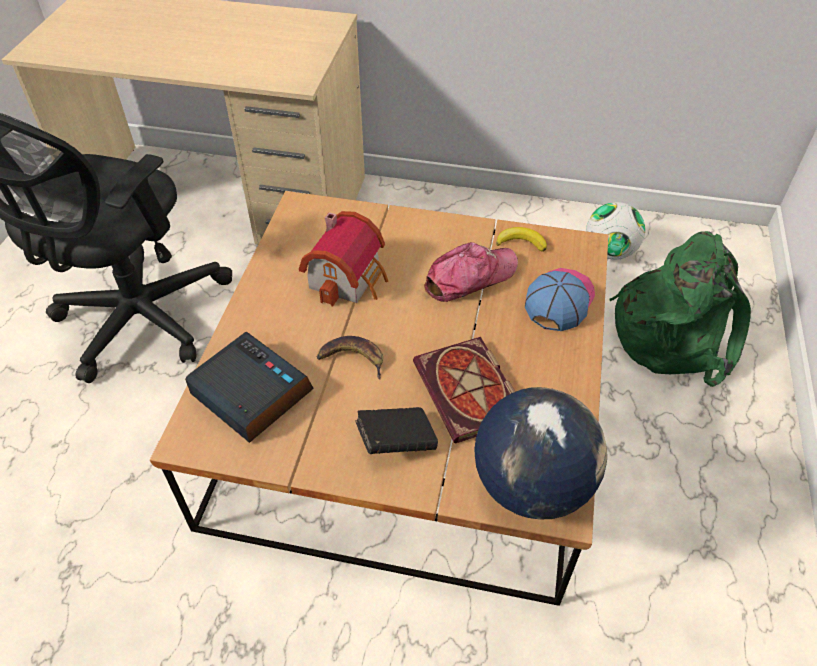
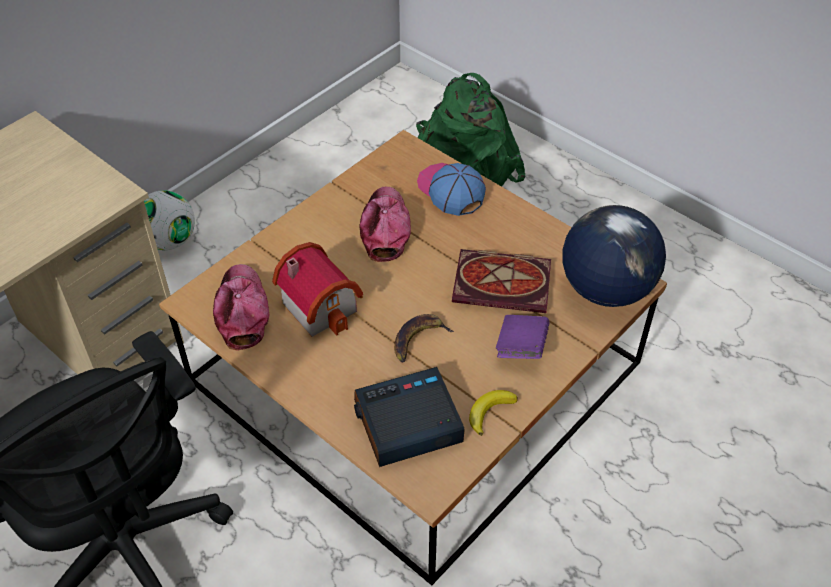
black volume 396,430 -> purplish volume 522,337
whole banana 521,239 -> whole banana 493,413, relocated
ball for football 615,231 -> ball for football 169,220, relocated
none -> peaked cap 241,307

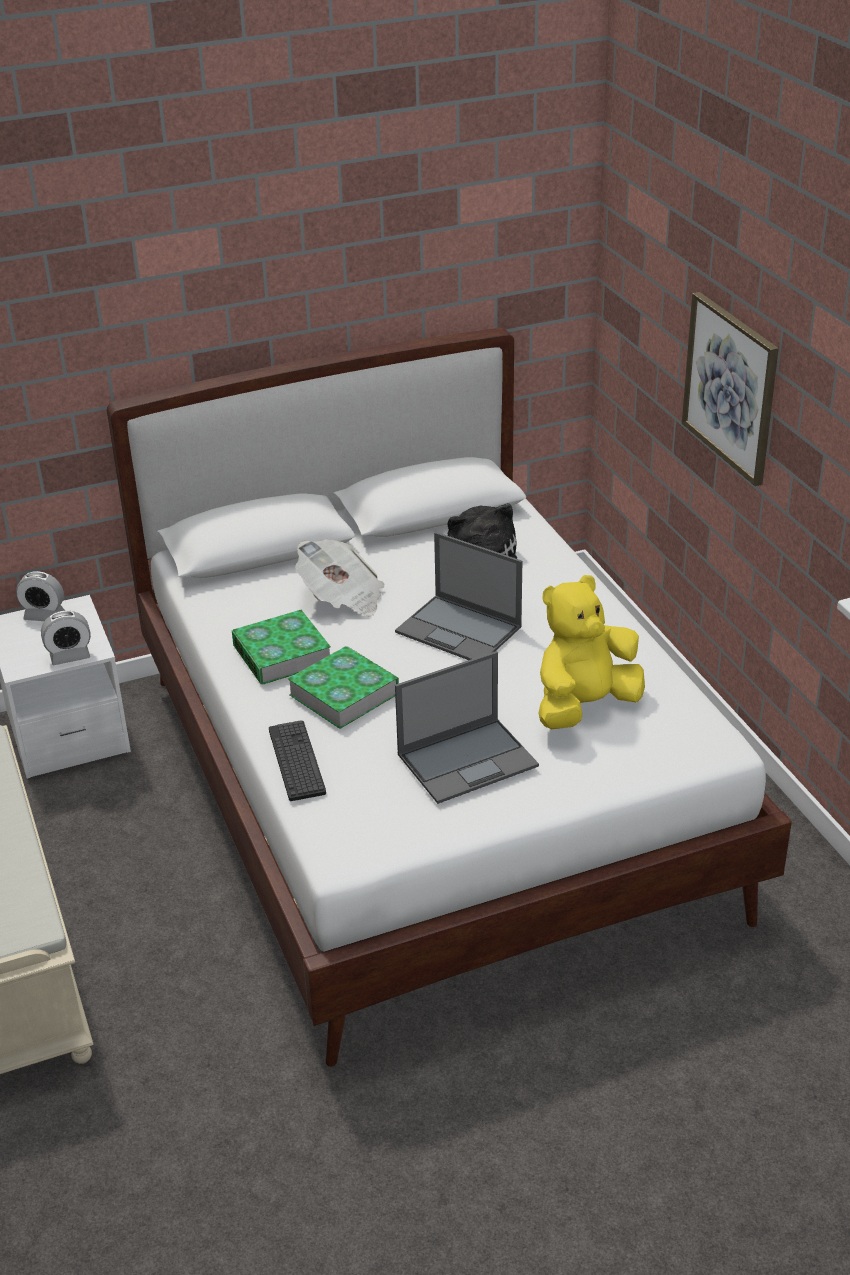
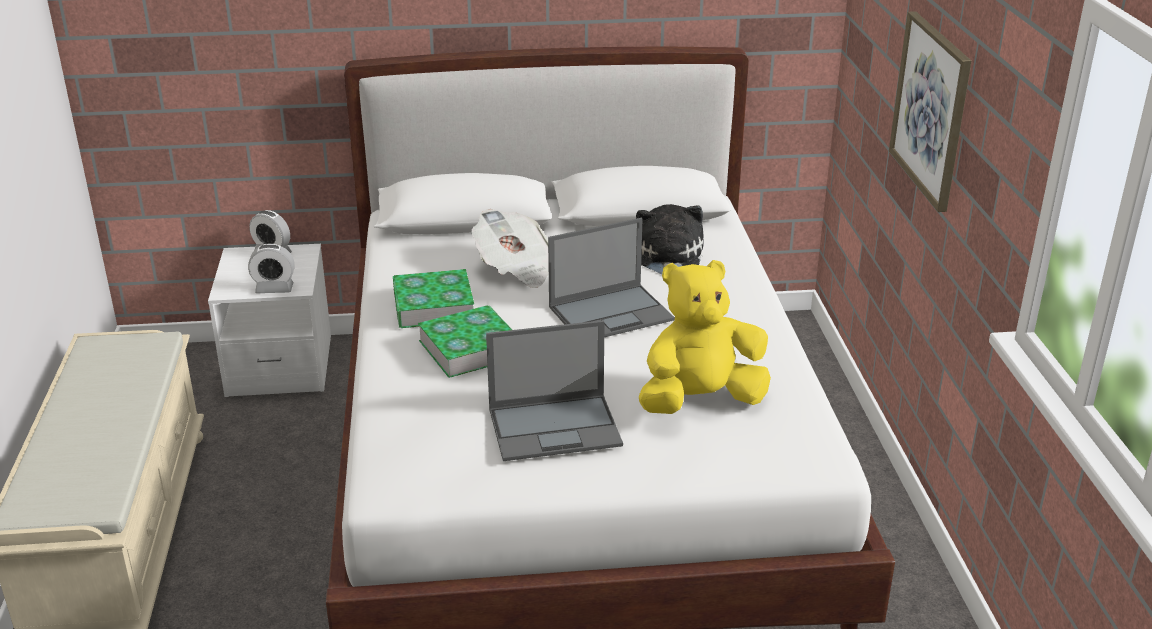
computer keyboard 297,760 -> none
laptop 458,596 -> laptop 611,277, 75 degrees counterclockwise

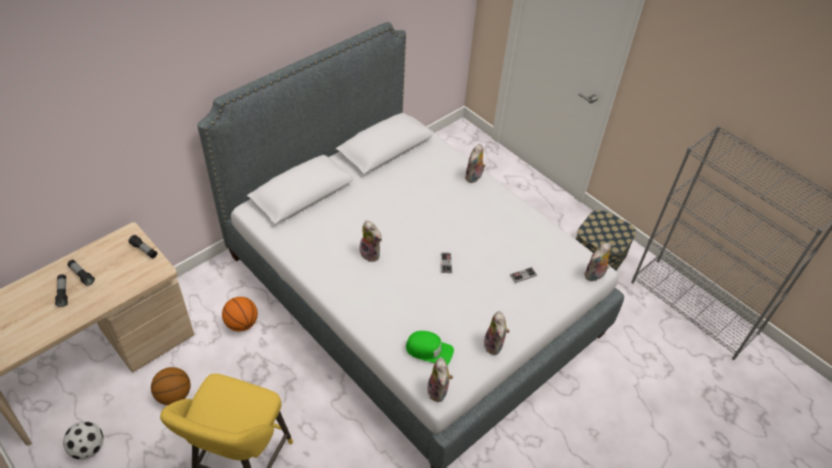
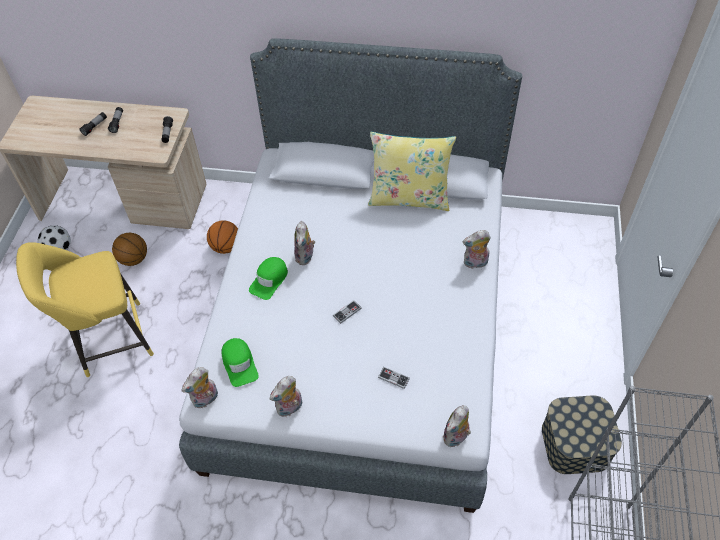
plush toy 597,262 -> plush toy 457,426, 60 degrees counterclockwise
none -> greenish peaked cap 268,278
none -> yellow pillow 412,171

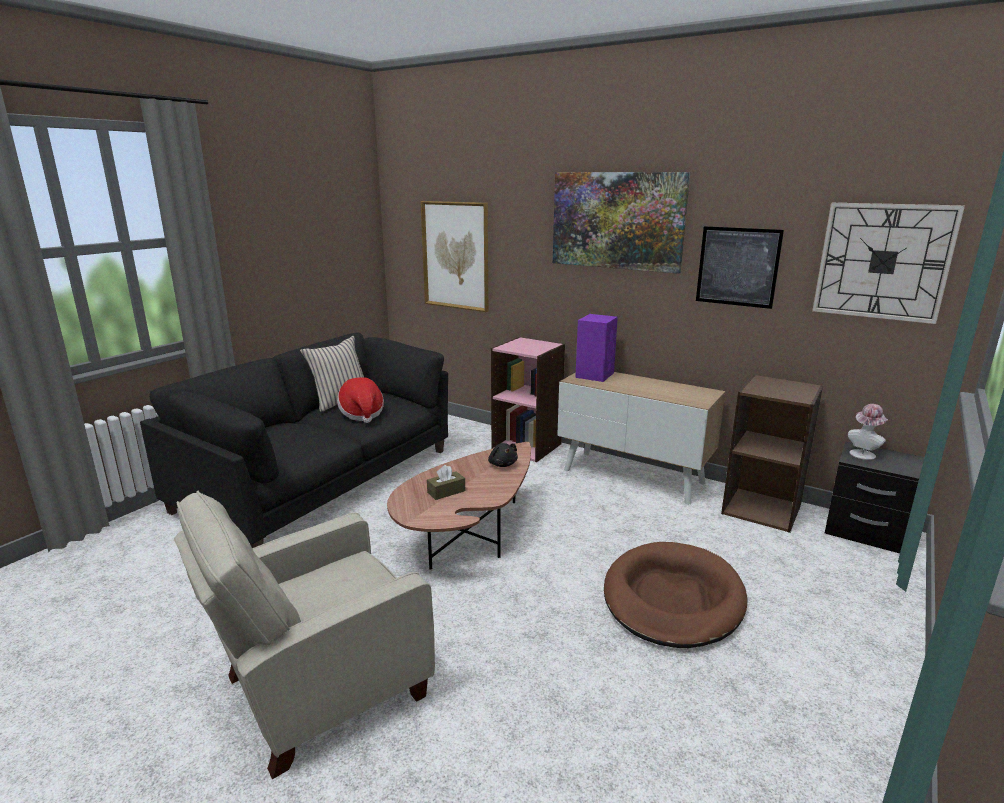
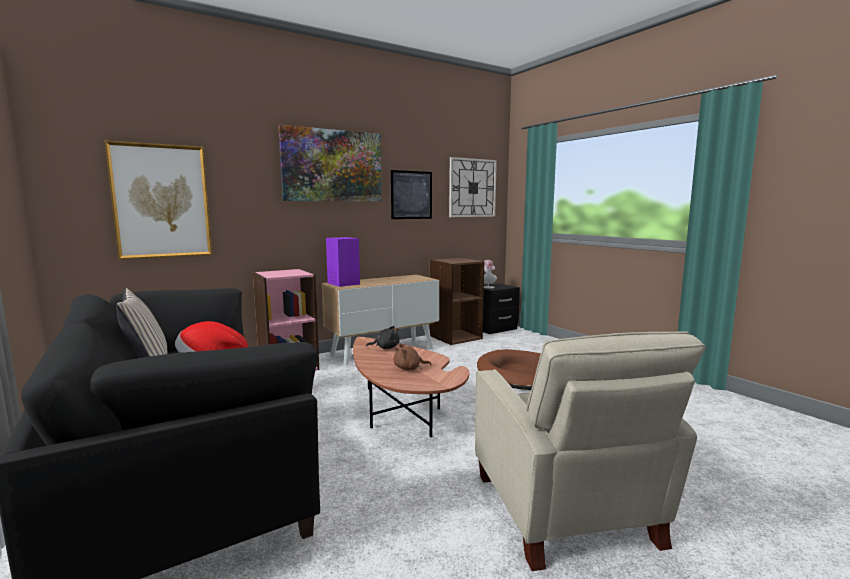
brown tissue box 446,482 -> brown plush toy 413,356

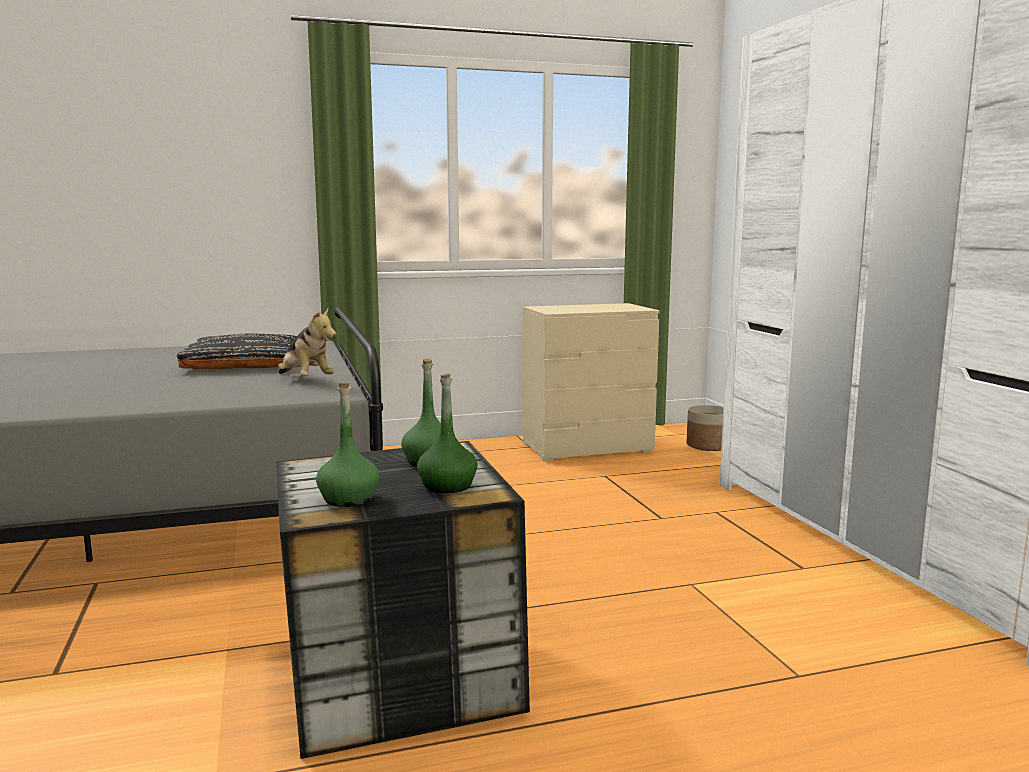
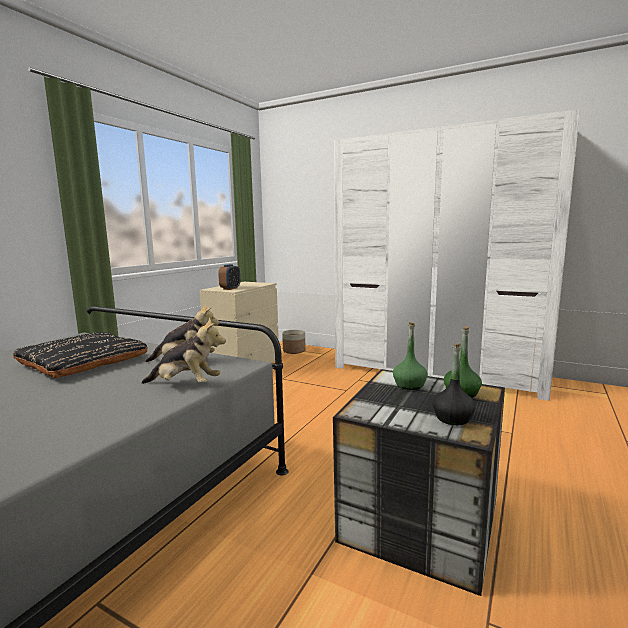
greenish bottle 348,445 -> black bottle 454,384
none -> plush toy 184,350
none -> table clock 229,277

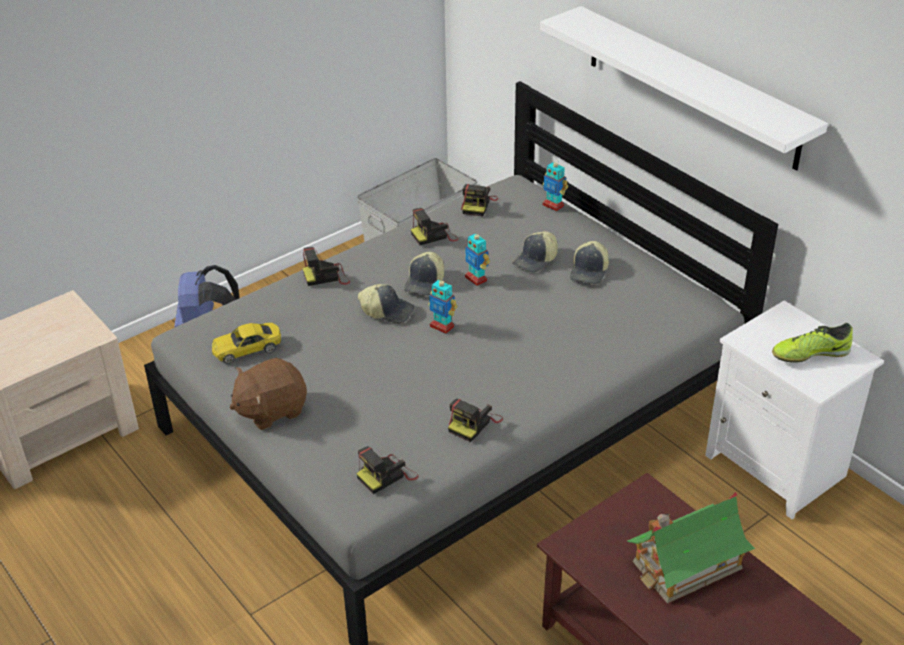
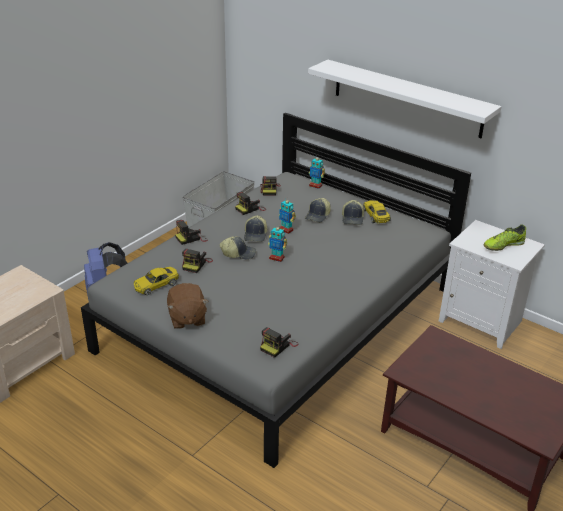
brown plush toy 268,394 -> brown plush toy 187,306, 60 degrees counterclockwise
still camera 475,420 -> still camera 197,261, relocated
model house 691,547 -> none
none -> yellow miniature car 377,211

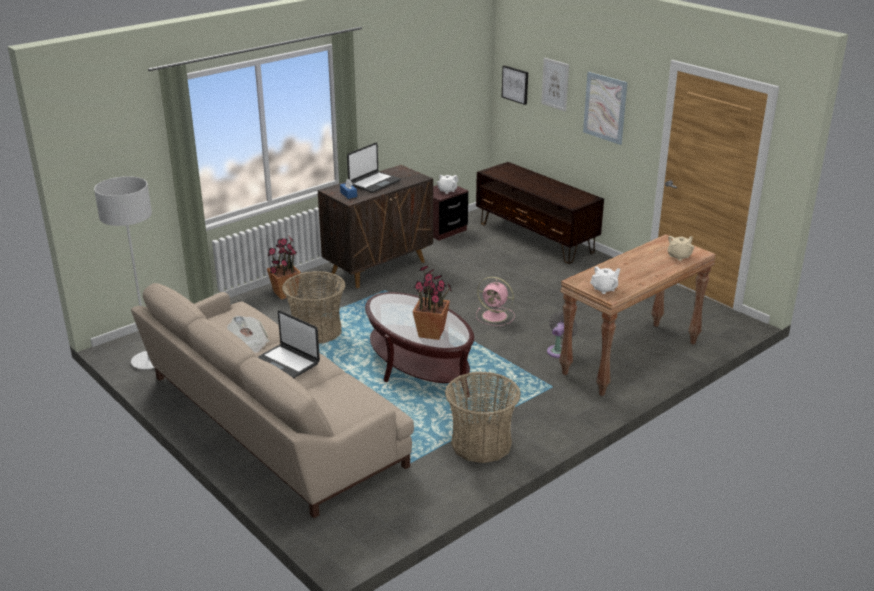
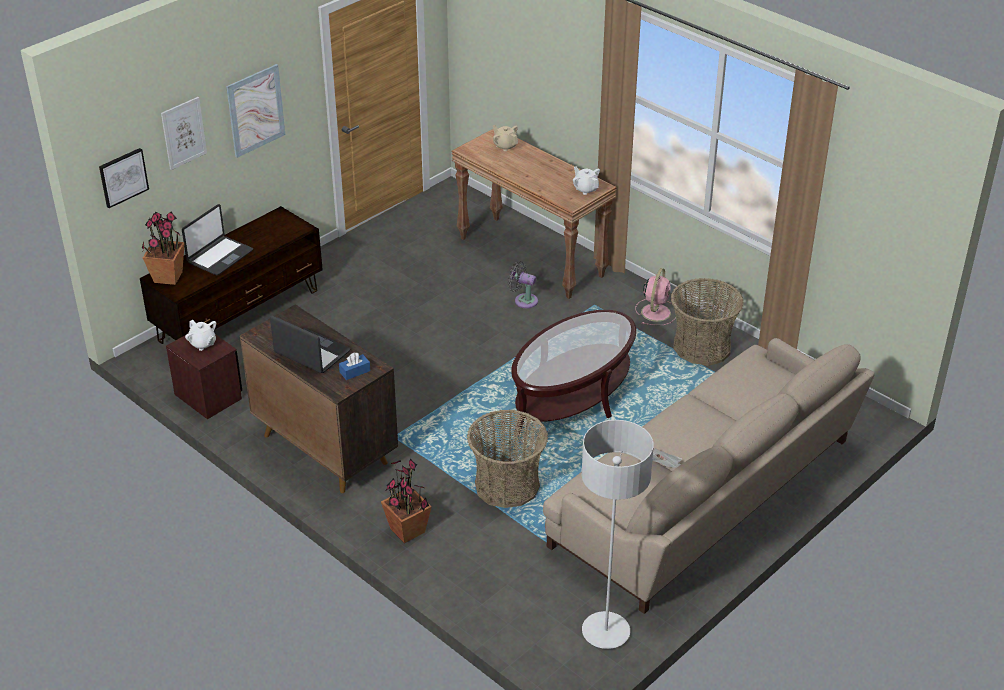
laptop 289,344 -> laptop 217,239, relocated
potted plant 432,302 -> potted plant 163,248, relocated
pink-coloured fan 495,301 -> pink-coloured fan 656,296, relocated

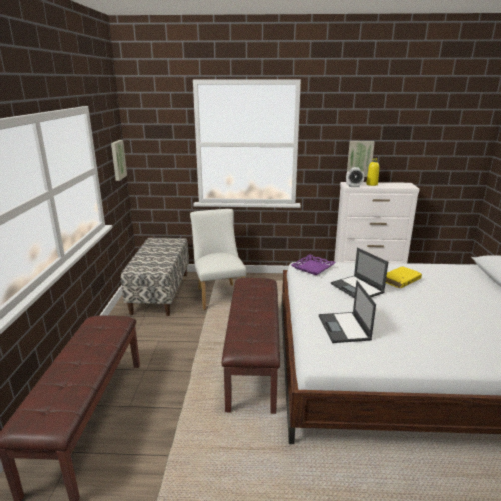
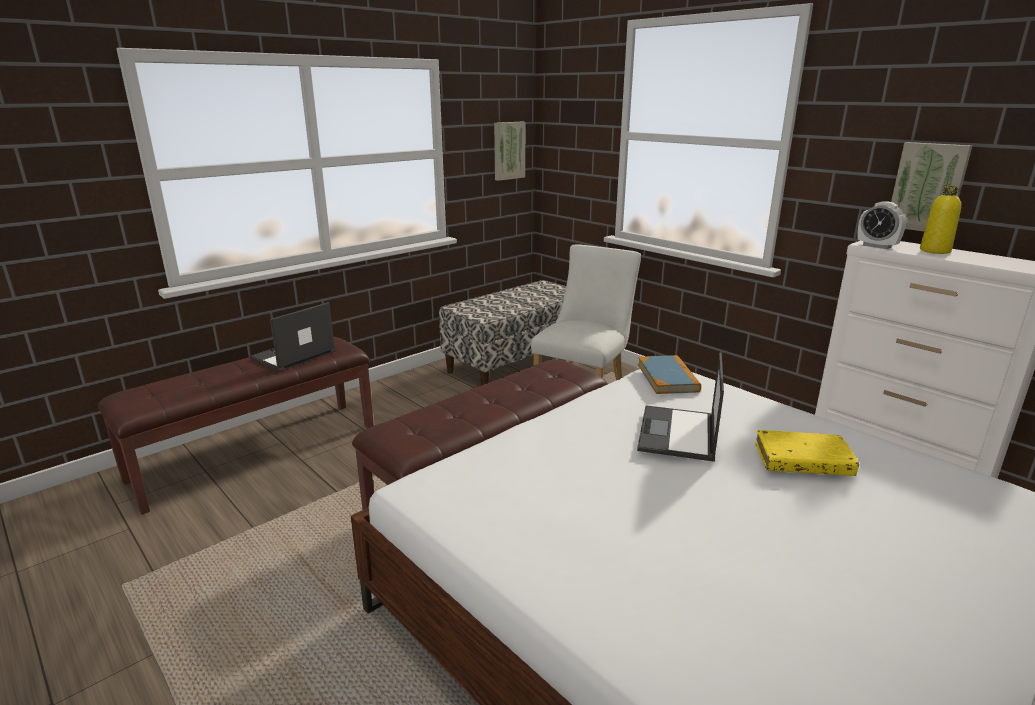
purplish serving tray 313,264 -> volume 669,374
laptop 347,311 -> laptop 293,337, relocated

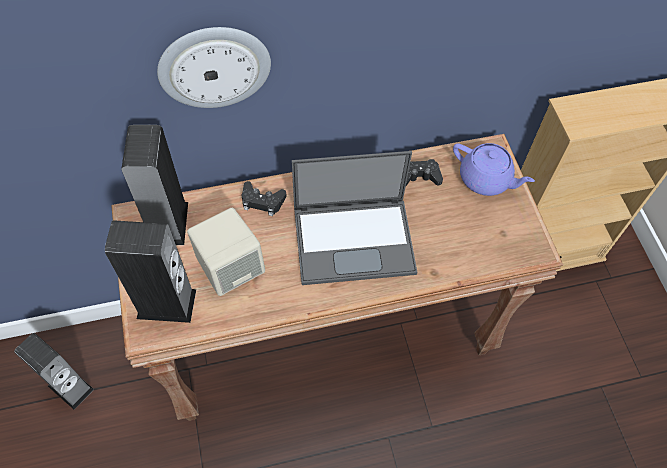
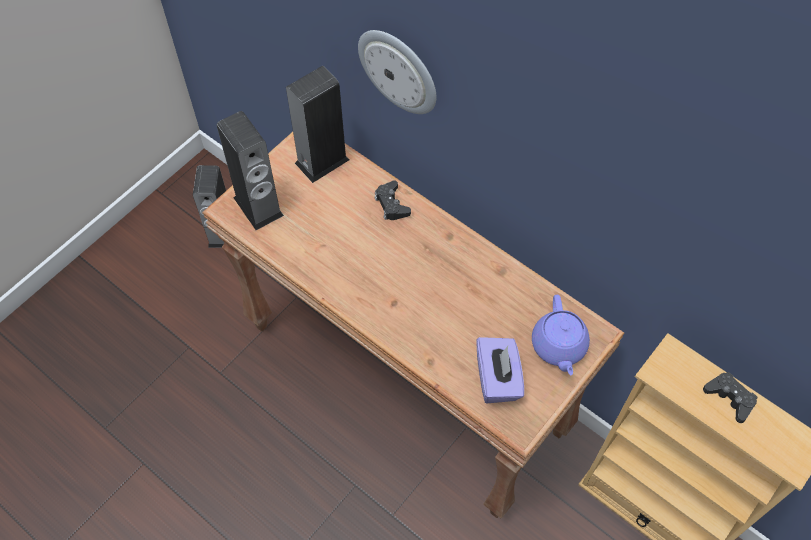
beige-coloured loudspeaker 226,252 -> none
laptop 354,218 -> none
black game controller 424,172 -> black game controller 730,397, relocated
none -> purplish tissue box 500,370

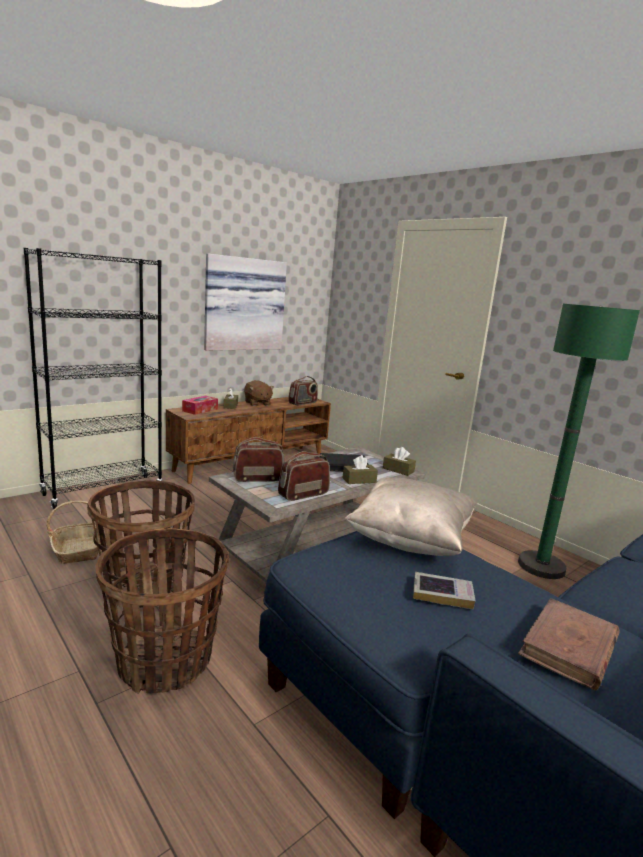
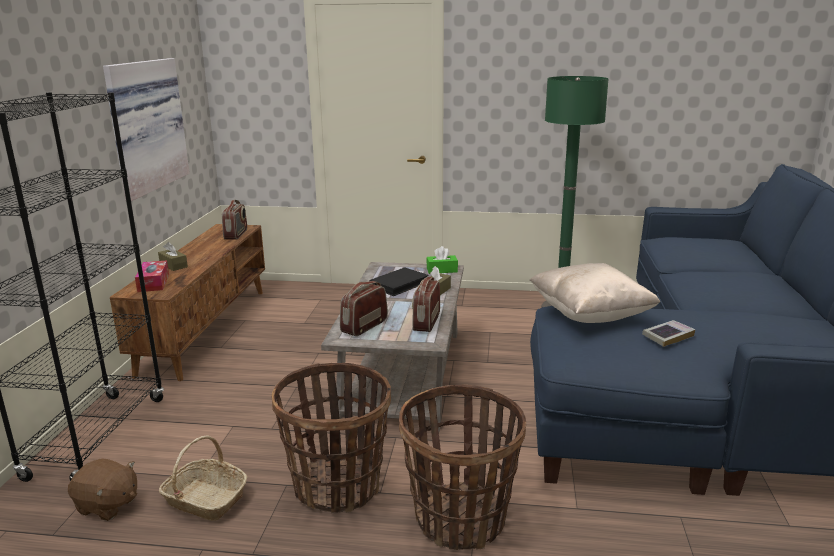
brown plush toy 259,393 -> brown plush toy 102,489, relocated
brown tissue box 399,461 -> greenish tissue box 442,260
brown volume 569,644 -> none

